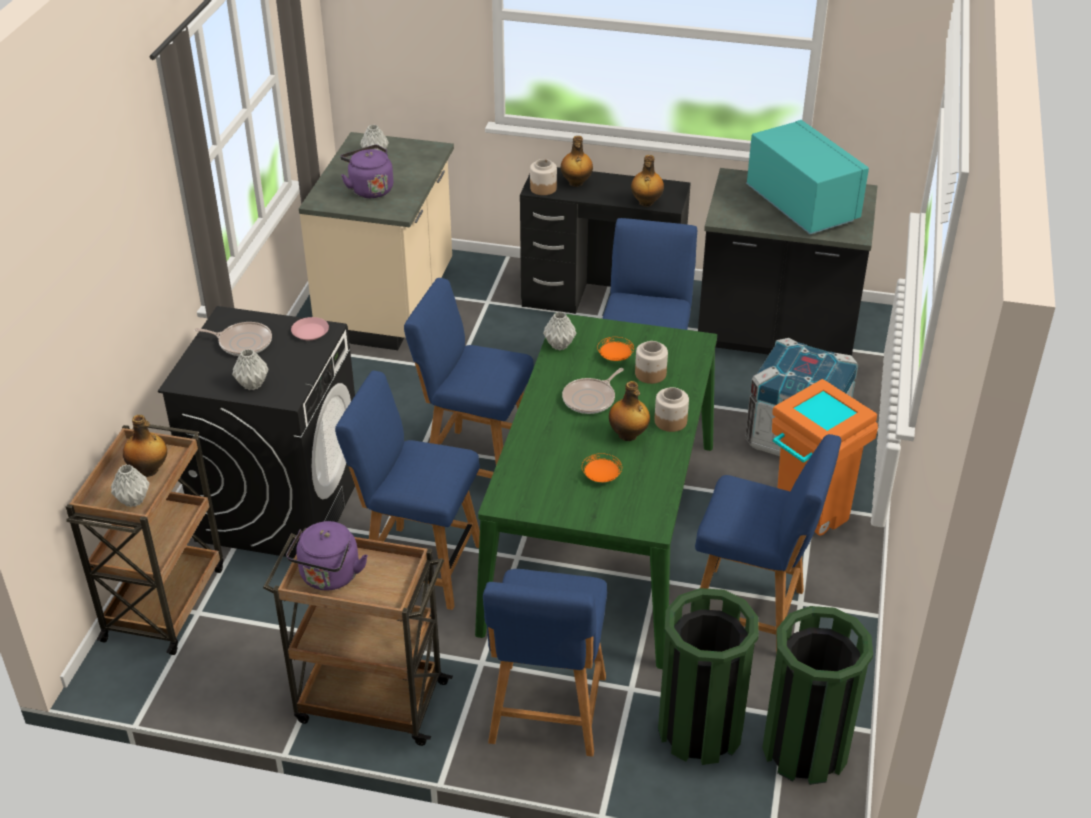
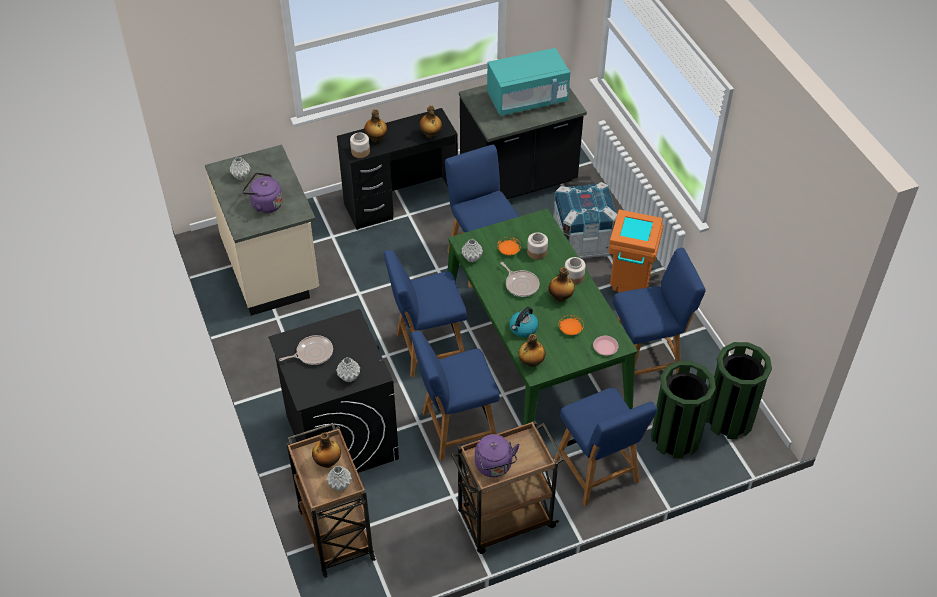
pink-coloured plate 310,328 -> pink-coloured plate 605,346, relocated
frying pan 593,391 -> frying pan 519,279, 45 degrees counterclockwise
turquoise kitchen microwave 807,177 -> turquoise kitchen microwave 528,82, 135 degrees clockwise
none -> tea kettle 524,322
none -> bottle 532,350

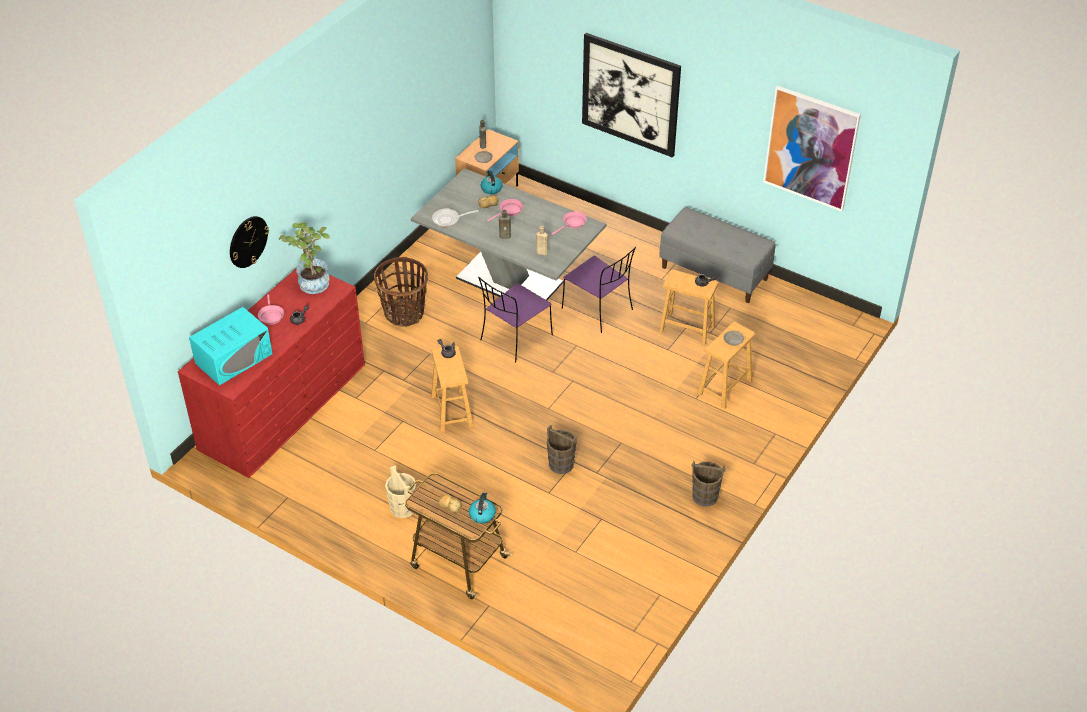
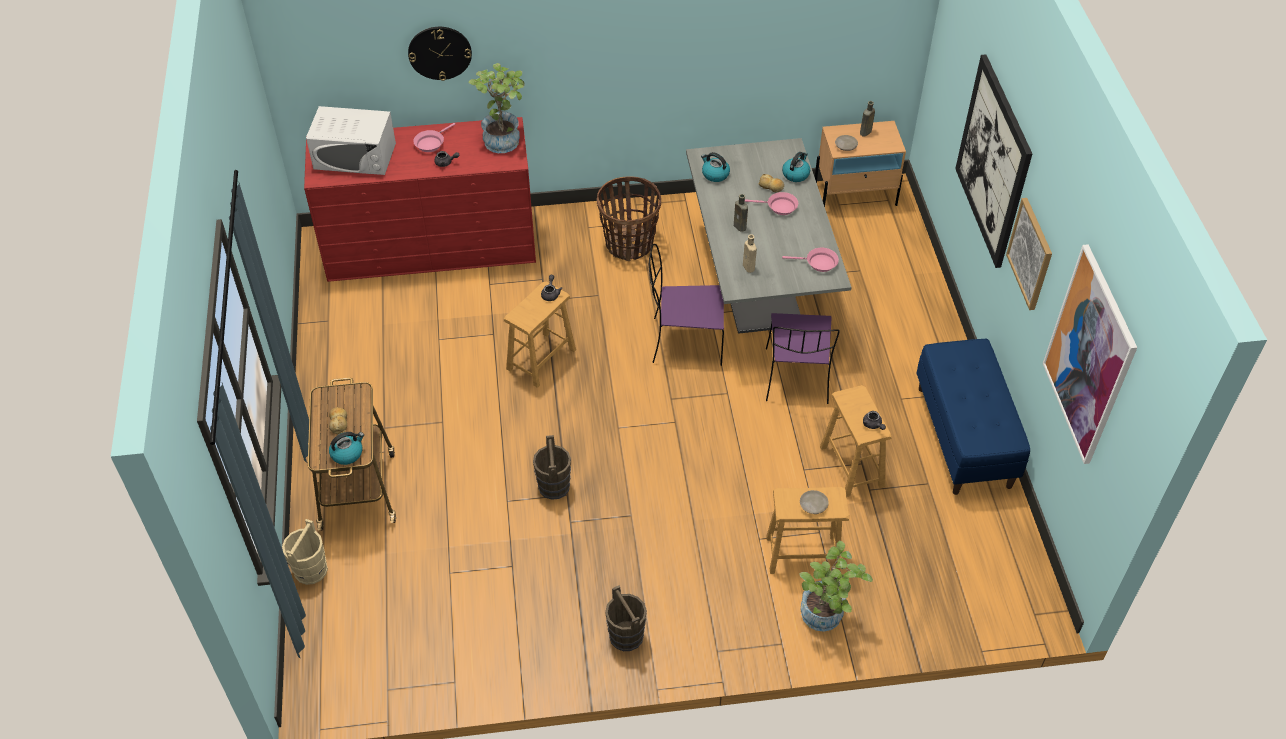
turquoise kitchen microwave 231,346 -> white-coloured kitchen microwave 351,140
beige-coloured pail 400,491 -> beige-coloured pail 305,552, relocated
frying pan 455,218 -> tea kettle 715,167
greyish long seat 717,255 -> blue long seat 973,417
none -> potted plant 836,586
none -> wall art 1029,254

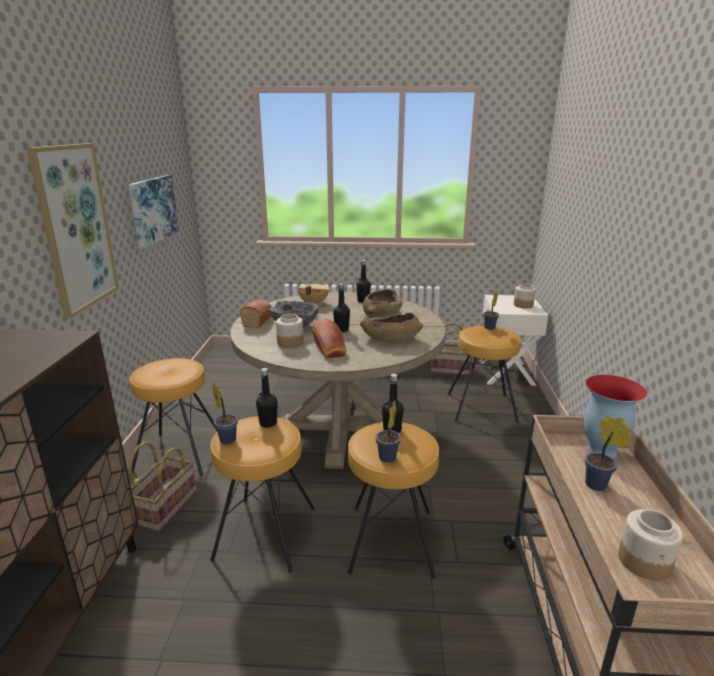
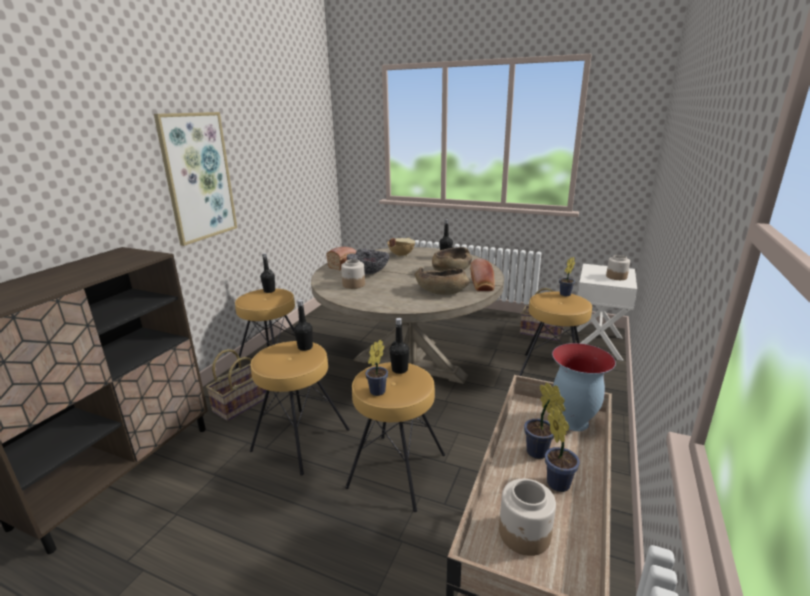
wall art 153,212 -> none
potted plant 225,413 -> potted plant 562,449, relocated
bread 329,339 -> bread 482,275, relocated
black bottle 341,308 -> black bottle 267,273, relocated

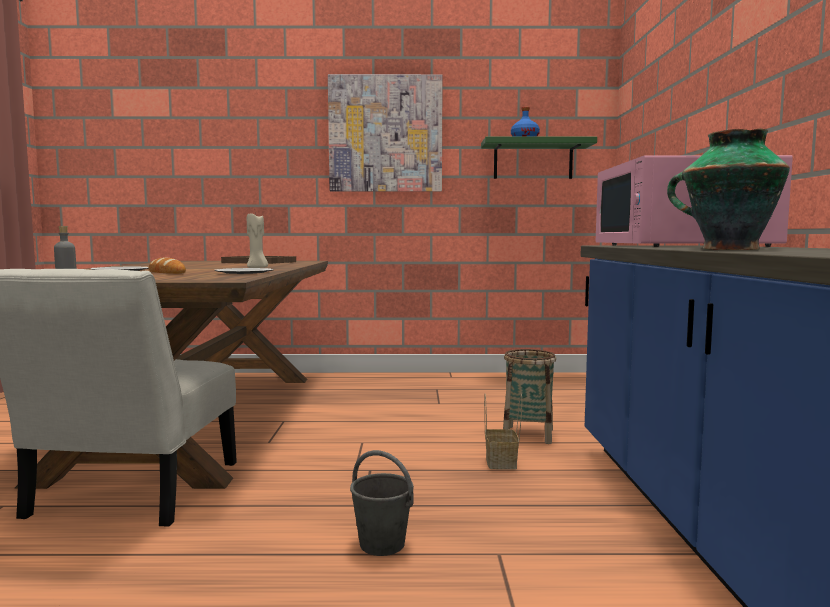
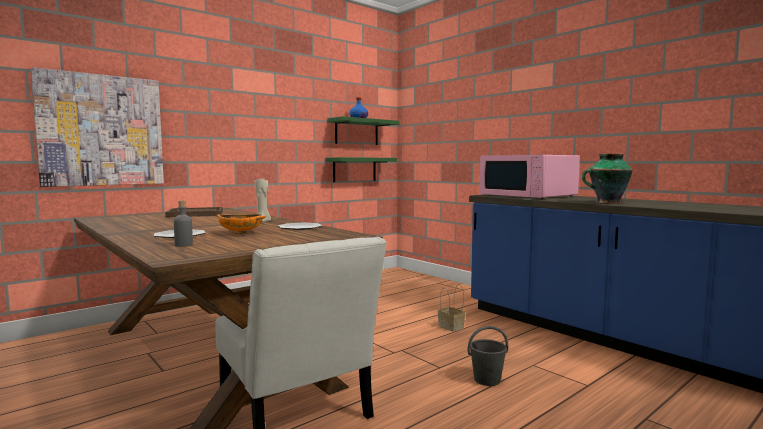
bread 167,266 -> orange-coloured serving bowl 241,224
wall art 385,133 -> wall art 97,127, relocated
storage basket 529,396 -> none
none -> greenish wall shelf 361,169

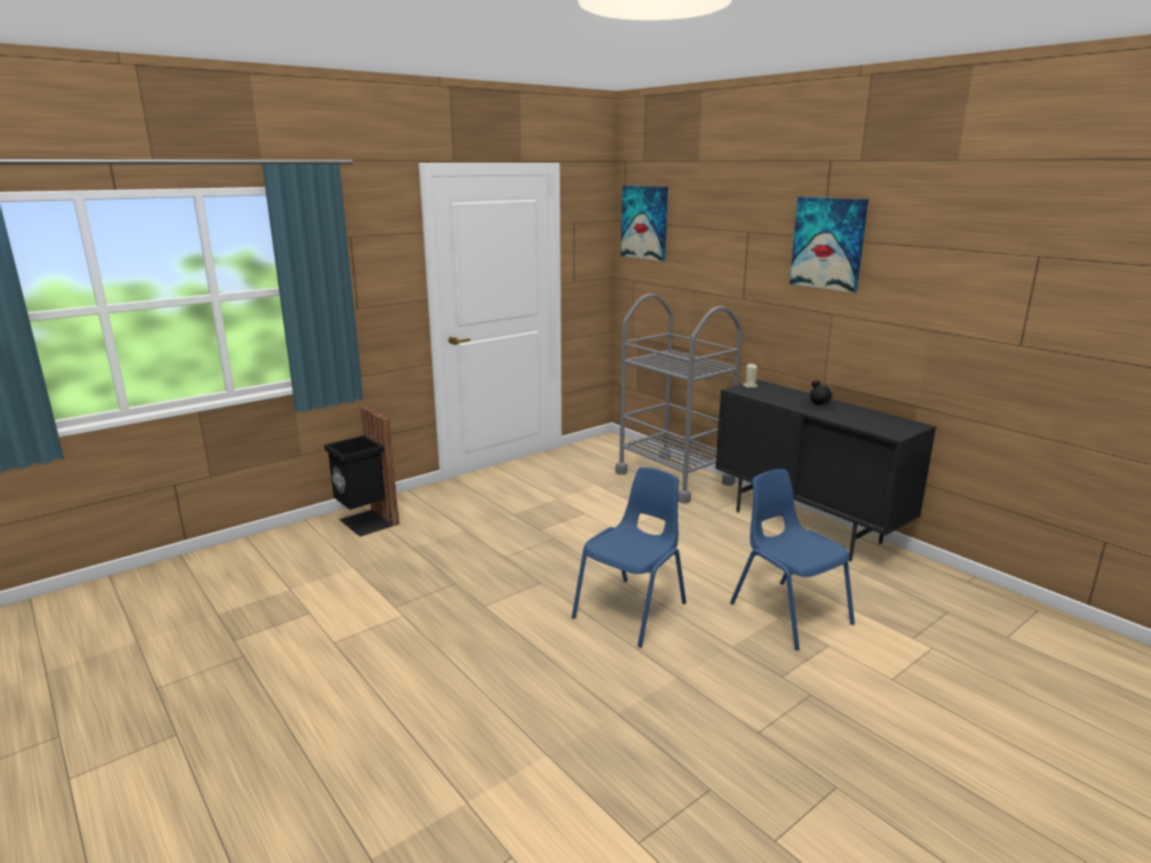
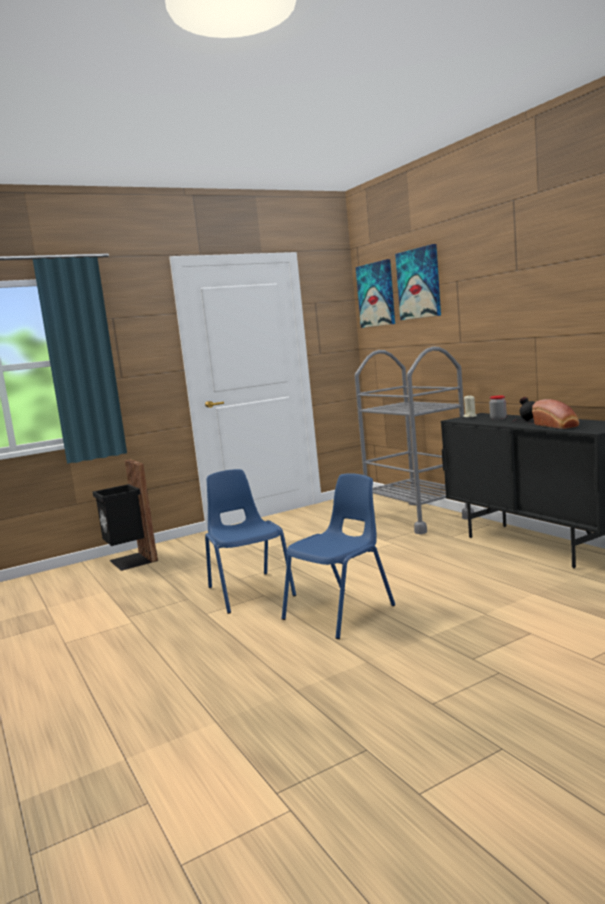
blue upright chair 792,560 -> blue upright chair 250,541, relocated
wall art 829,245 -> wall art 418,282, relocated
none -> jar 498,407
none -> bread 555,414

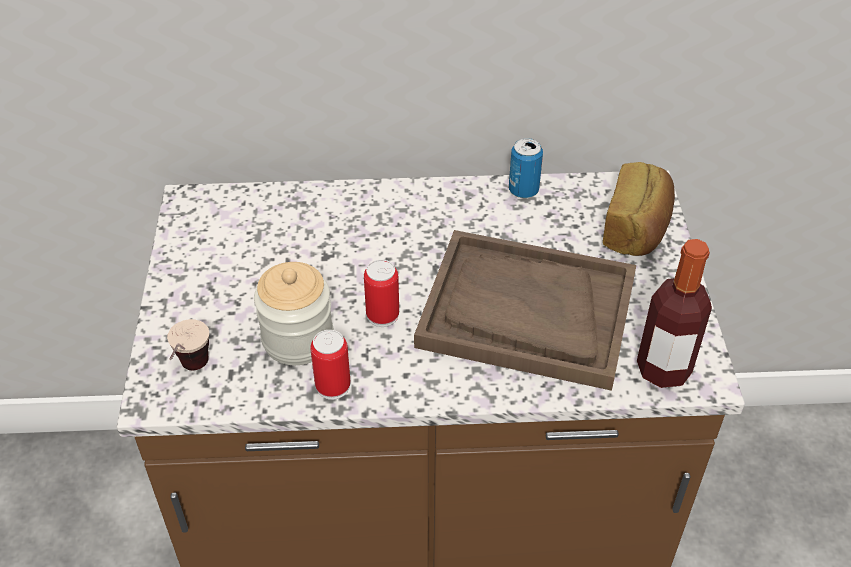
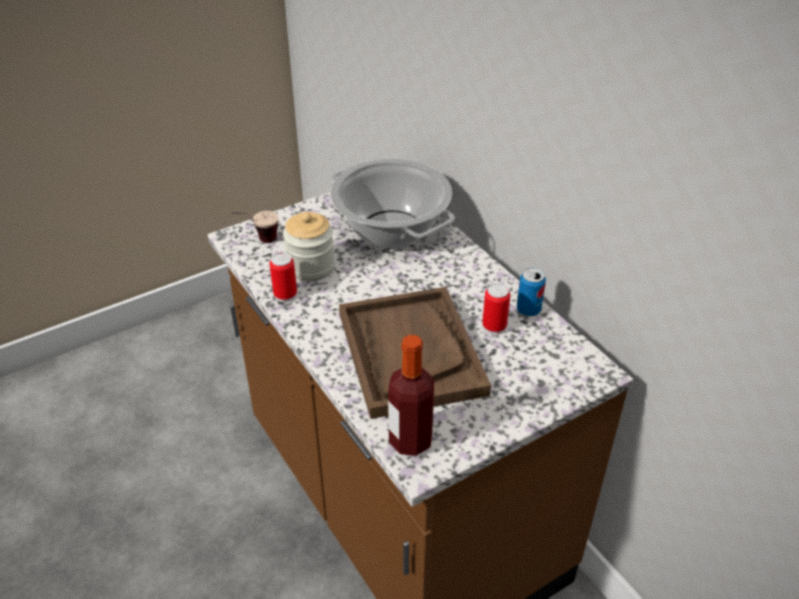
can 381,293 -> can 496,309, relocated
bread 639,209 -> none
none -> cooking pot 392,204

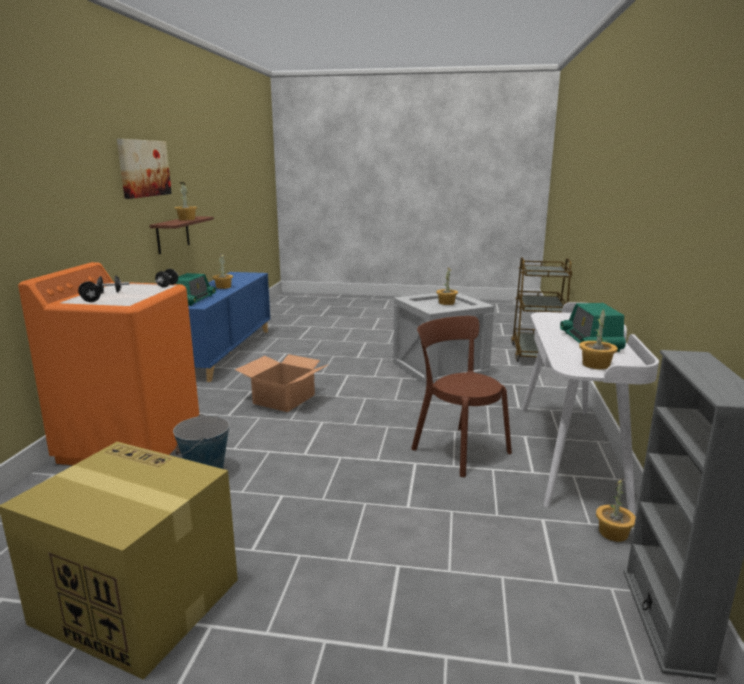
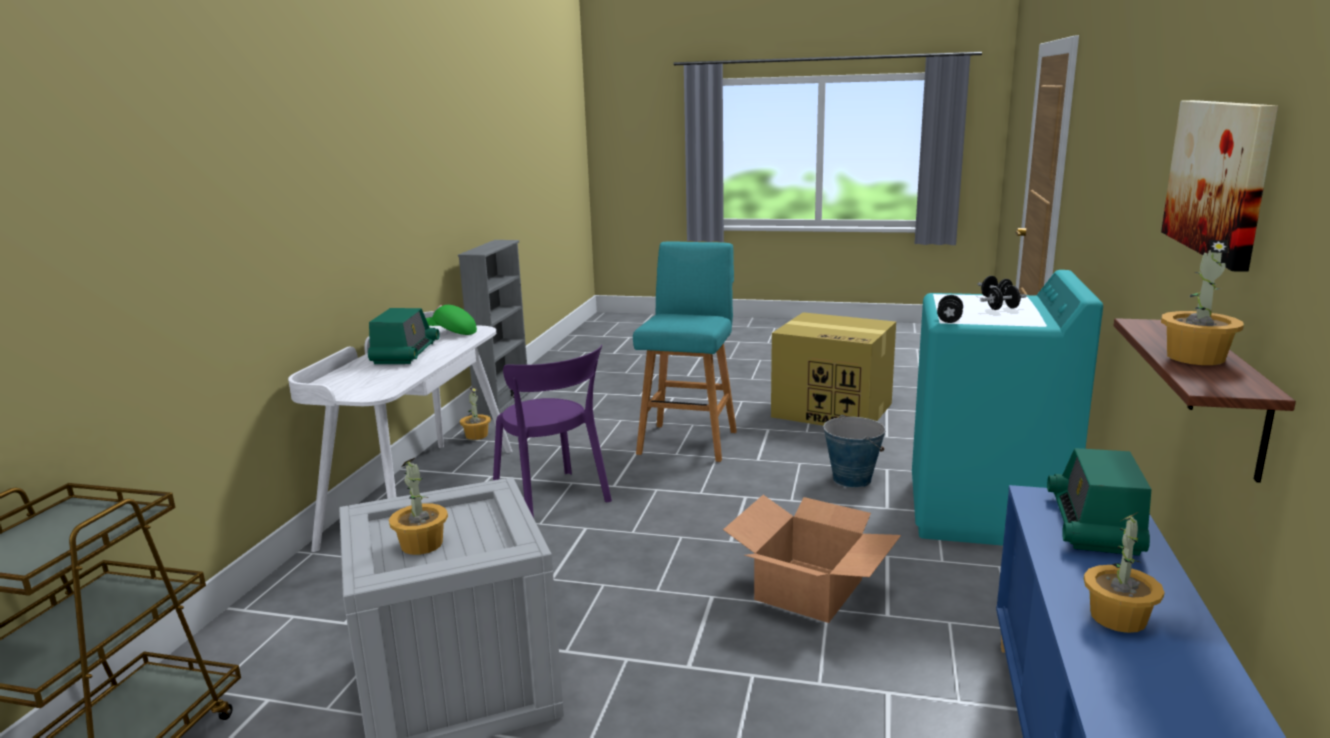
orange-coloured washing machine 108,363 -> turquoise washing machine 1007,408
brown upright chair 461,396 -> purplish upright chair 552,431
potted plant 598,339 -> greenish peaked cap 451,320
none -> turquoise sitting stool 685,351

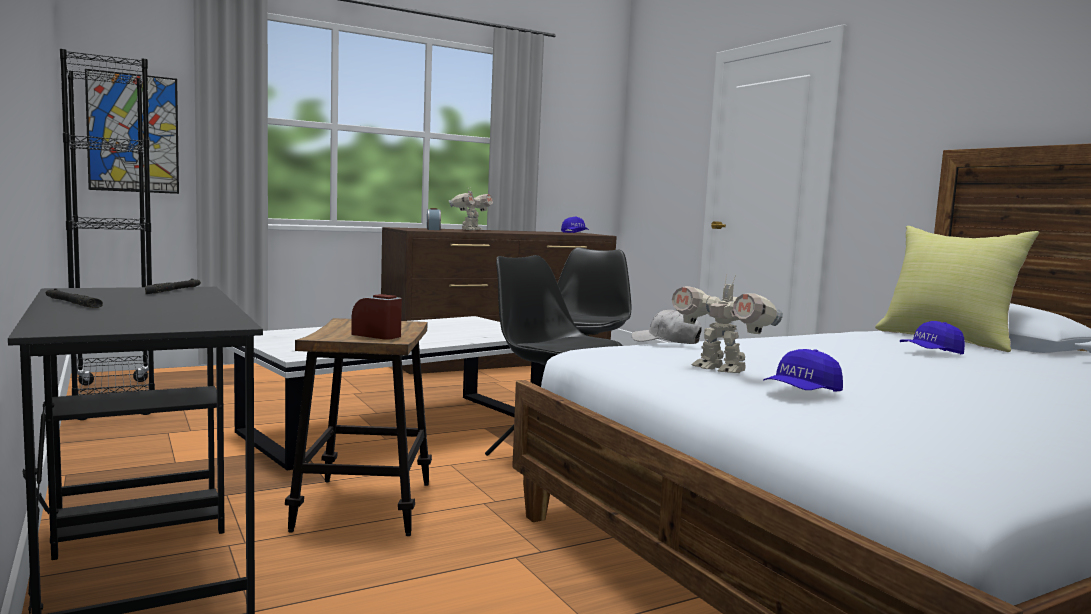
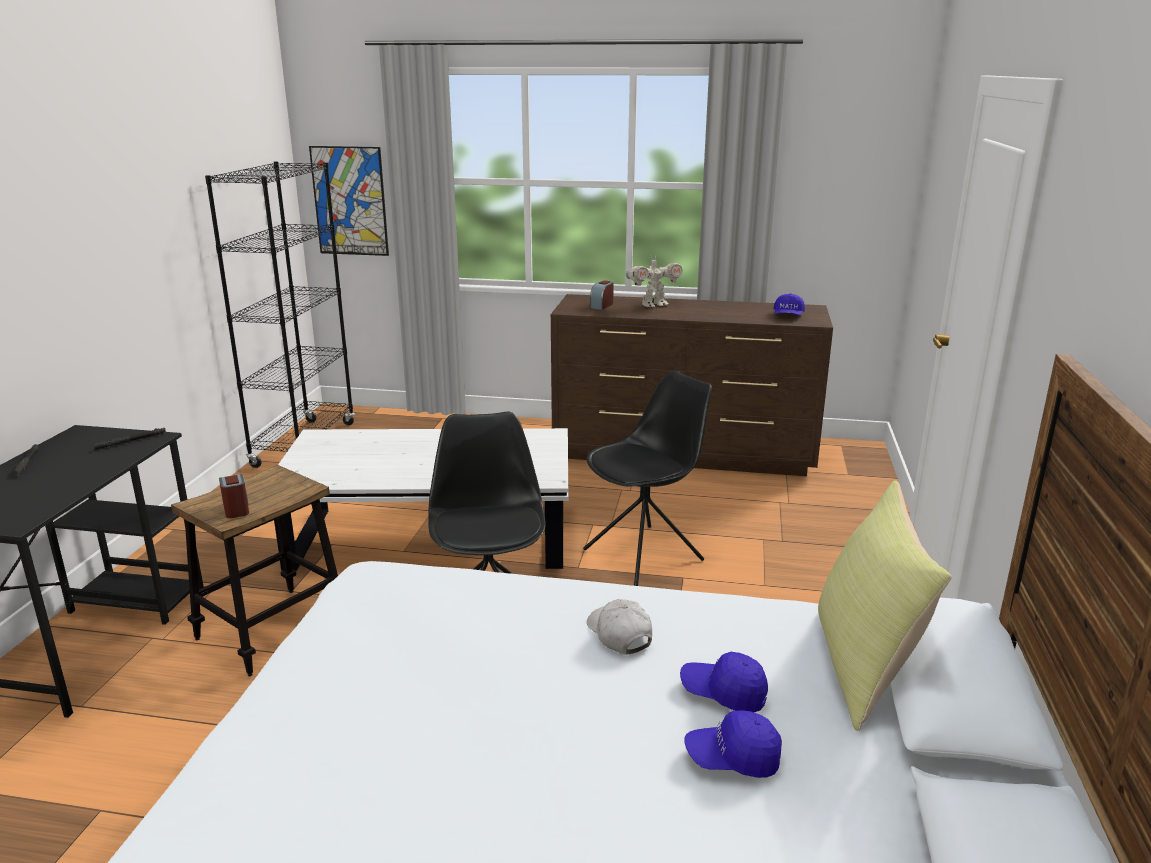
white-coloured peaked cap 667,327 -> white-coloured peaked cap 619,627, relocated
robot figure 727,323 -> none
blue peaked cap 803,370 -> blue peaked cap 733,744, relocated

